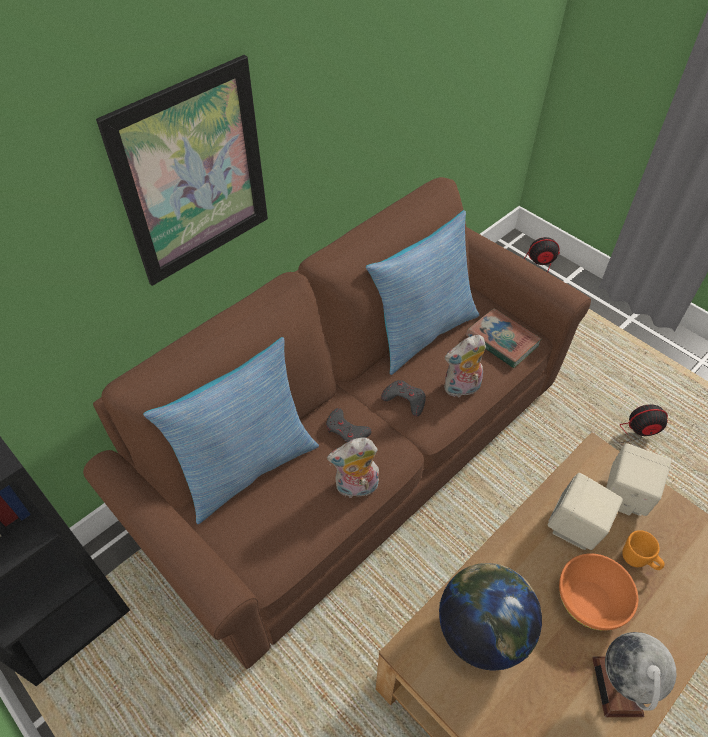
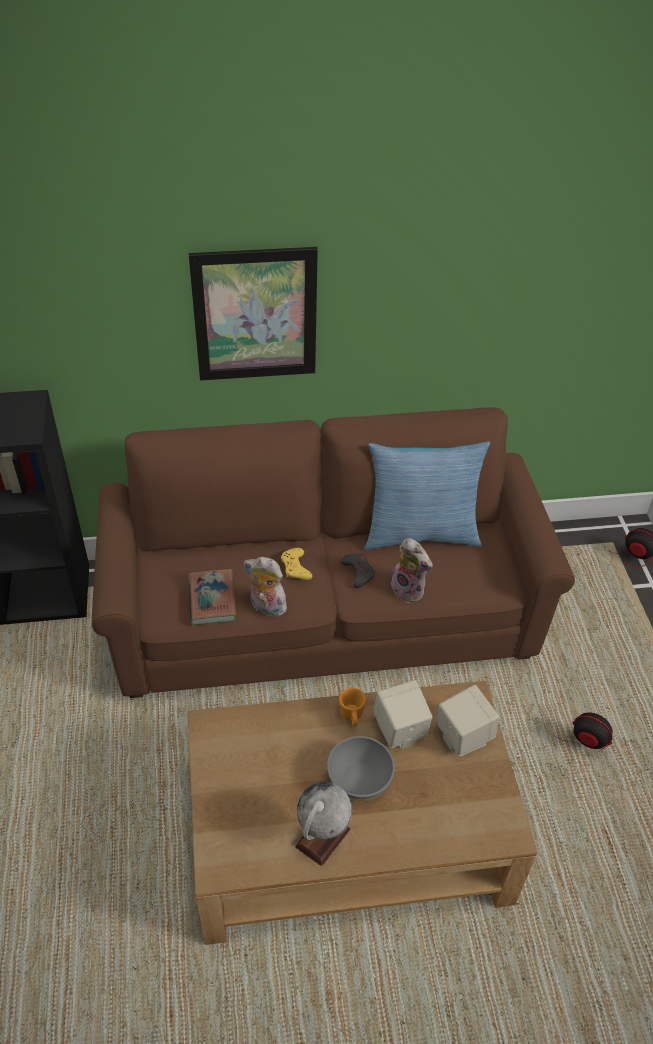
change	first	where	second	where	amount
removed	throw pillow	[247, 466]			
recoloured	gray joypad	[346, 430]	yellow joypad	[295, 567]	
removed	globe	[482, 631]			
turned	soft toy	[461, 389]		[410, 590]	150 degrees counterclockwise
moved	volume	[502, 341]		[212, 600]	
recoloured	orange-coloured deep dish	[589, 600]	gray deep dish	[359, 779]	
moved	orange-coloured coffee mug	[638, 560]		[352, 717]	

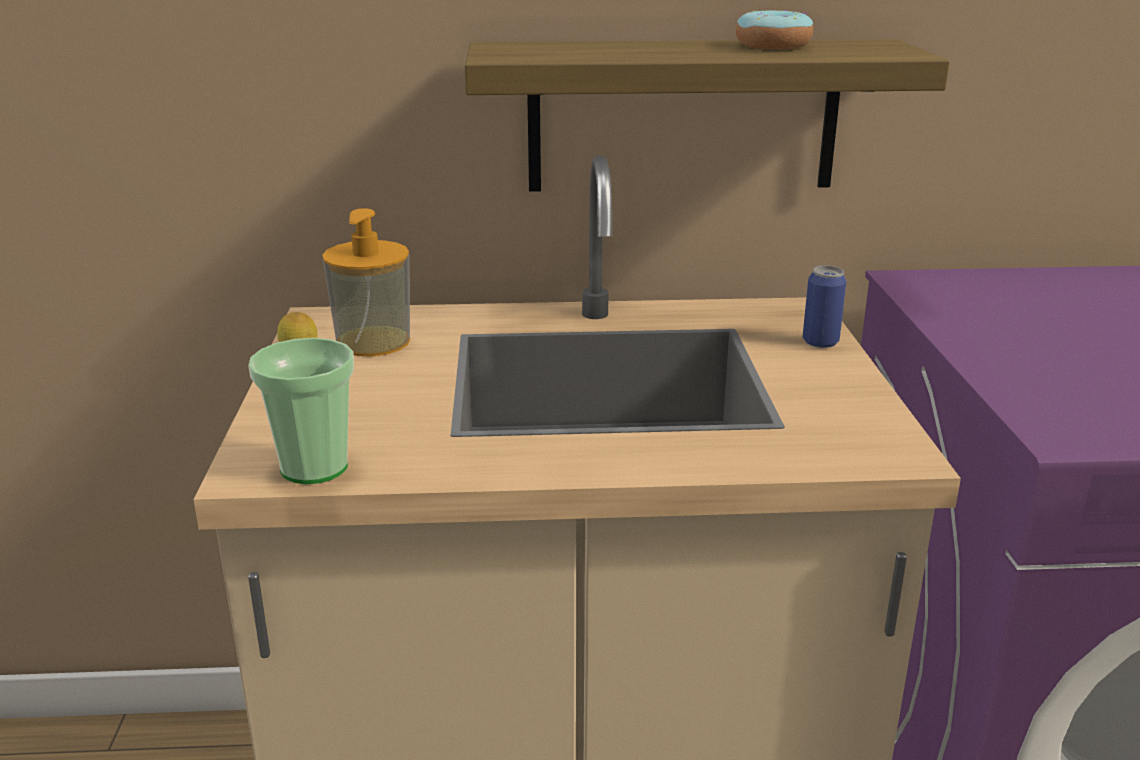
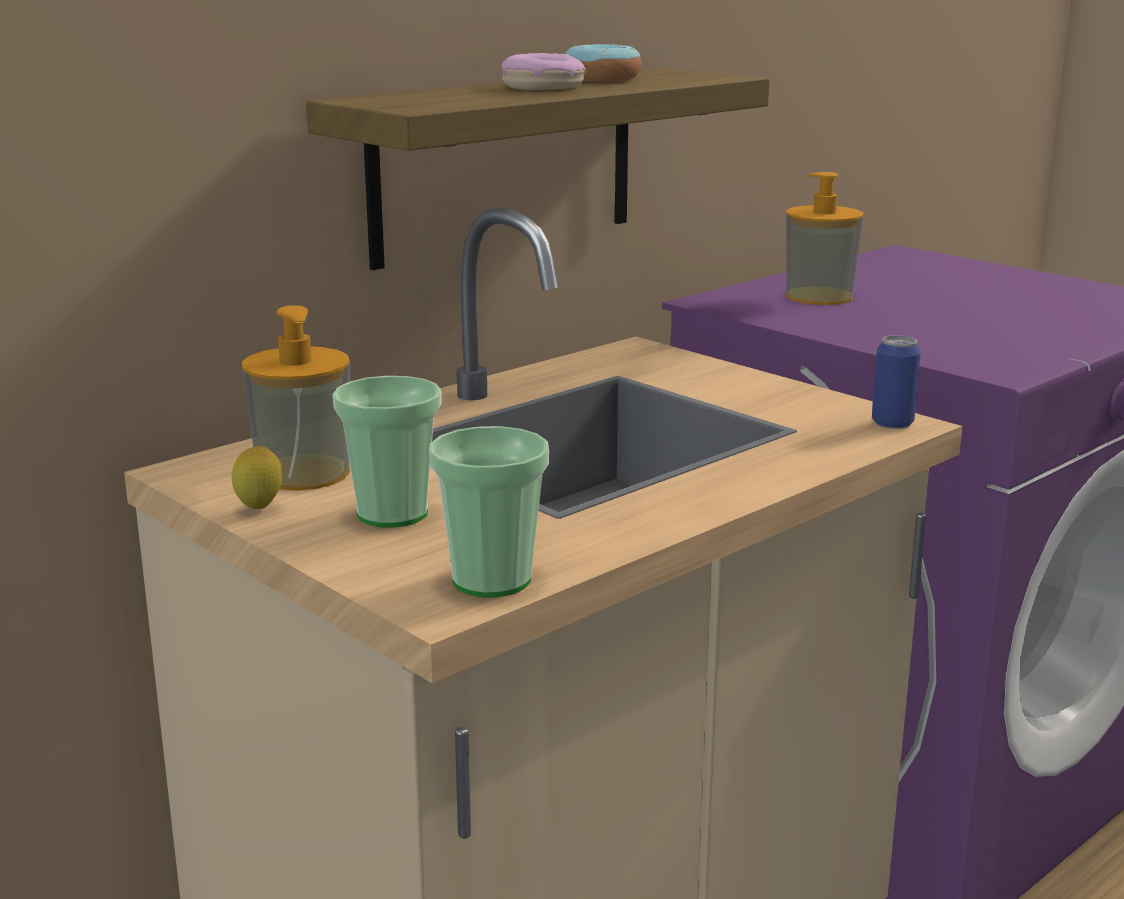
change	first	where	second	where	amount
moved	sealed can	[820, 342]		[892, 423]	
added			cup	[392, 513]	
added			donut	[543, 87]	
added			liquid soap bottle	[819, 296]	

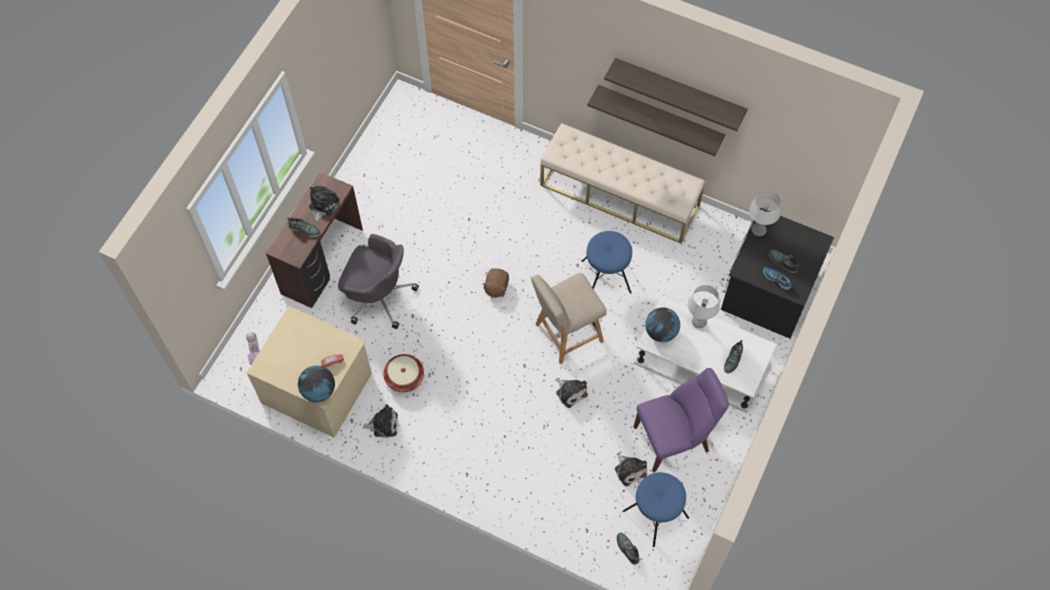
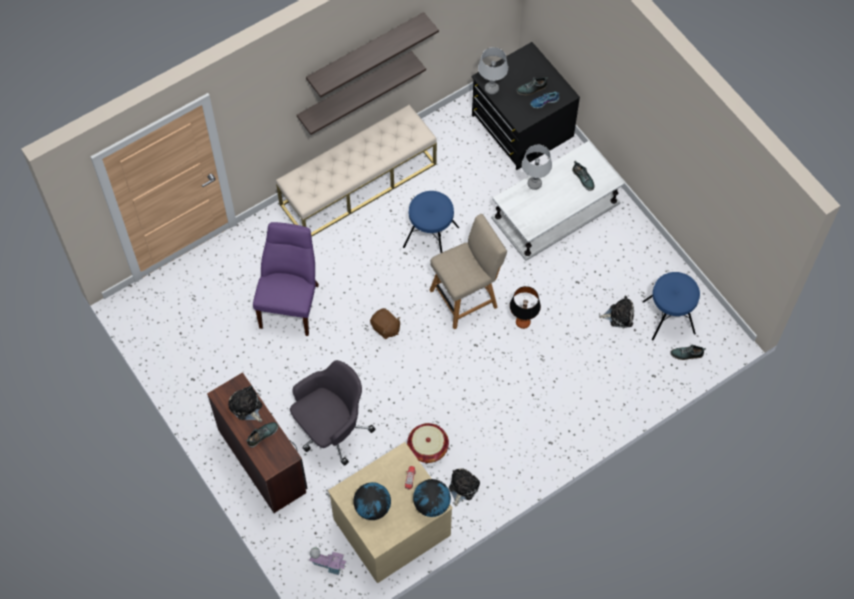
change	first	where	second	where	amount
turned	beige plain chair	[566, 334]		[466, 297]	120 degrees counterclockwise
replaced	soft toy	[570, 392]	lamp for a table	[522, 322]	
moved	purple plain chair	[675, 438]		[291, 303]	
moved	globe	[661, 332]		[373, 507]	

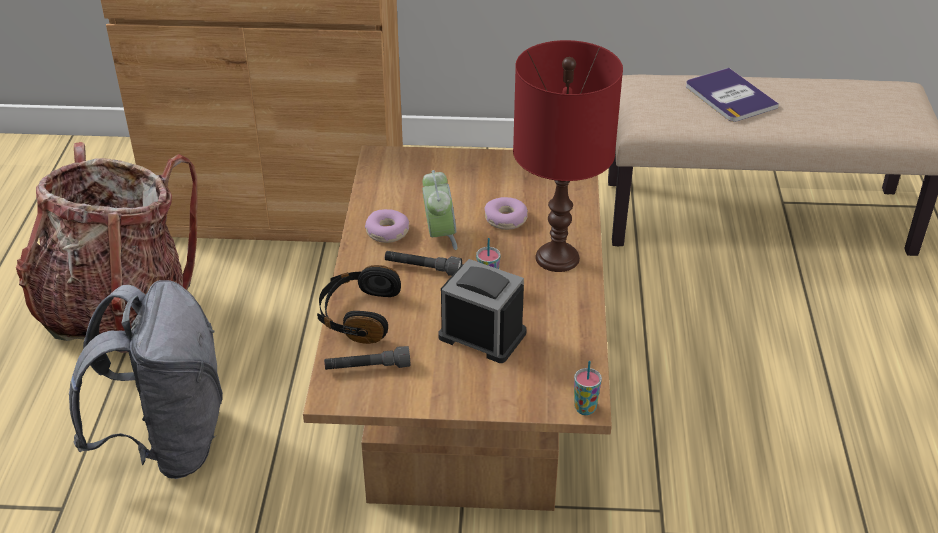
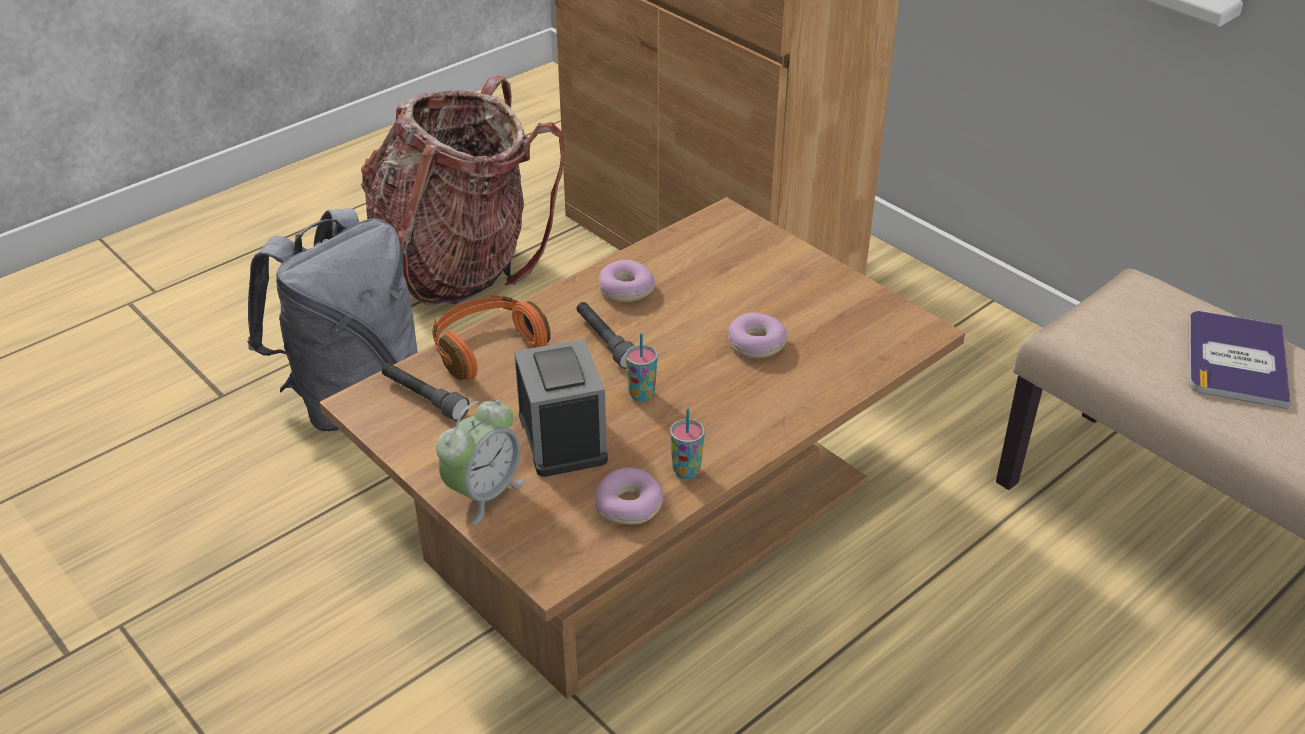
change	first	where	second	where	amount
recoloured	blackish pair of headphones	[358, 315]	orange-coloured pair of headphones	[486, 348]	
moved	table clock	[439, 235]		[484, 493]	
removed	red lamp for a table	[556, 258]			
moved	cup	[585, 408]		[686, 471]	
added			donut	[629, 505]	

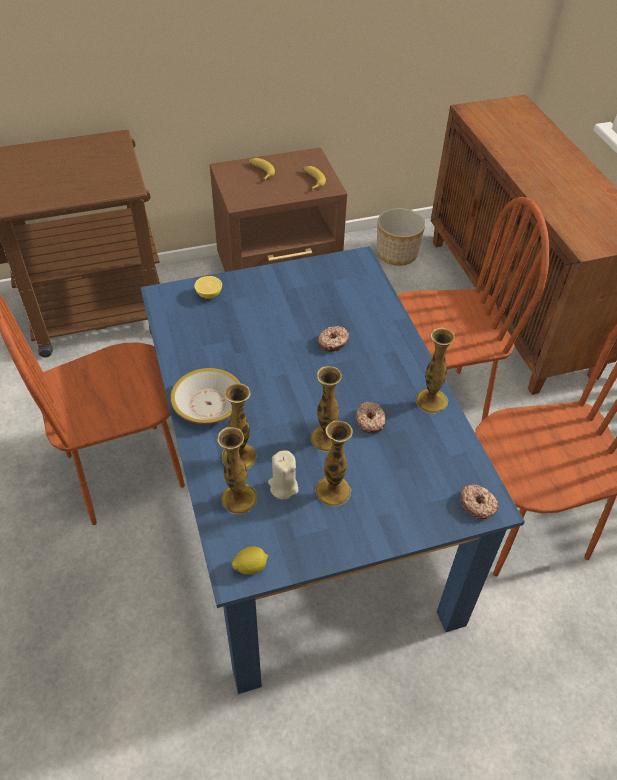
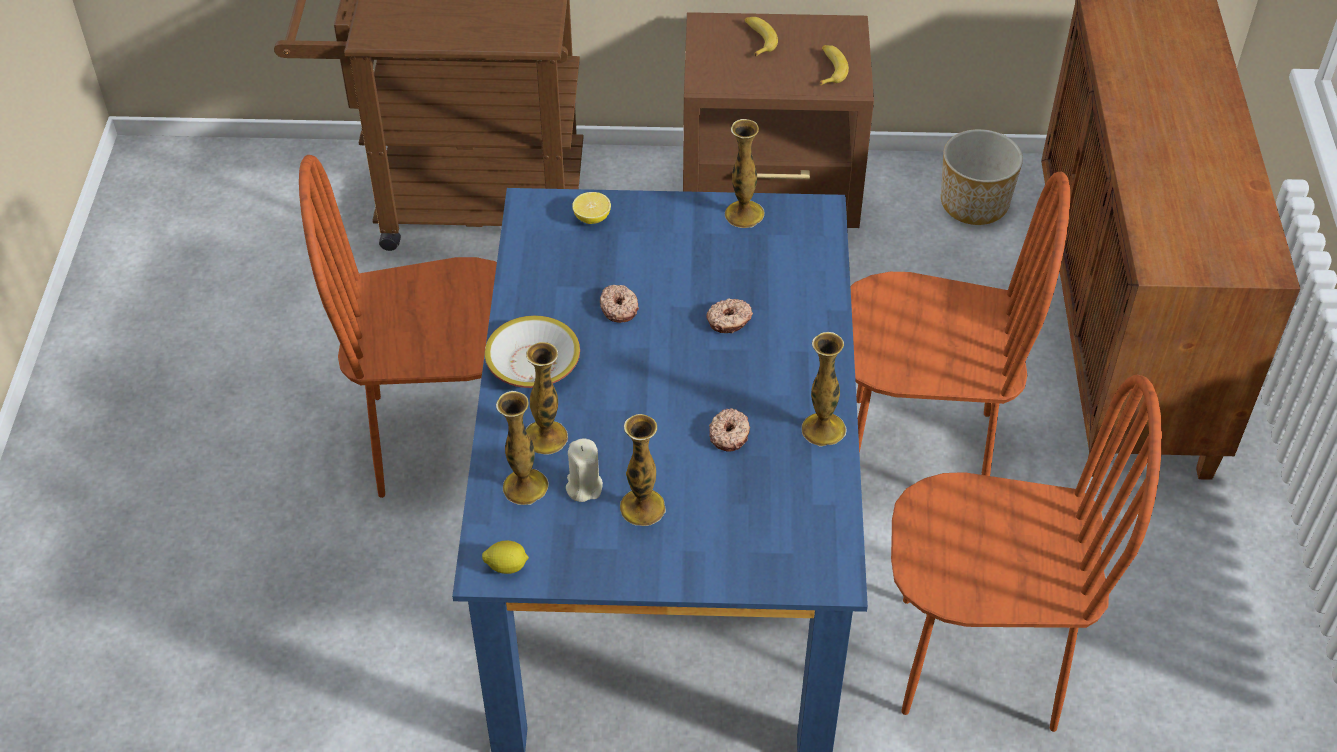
change	first	where	second	where	amount
moved	vase	[327, 438]		[744, 214]	
moved	donut	[477, 504]		[619, 308]	

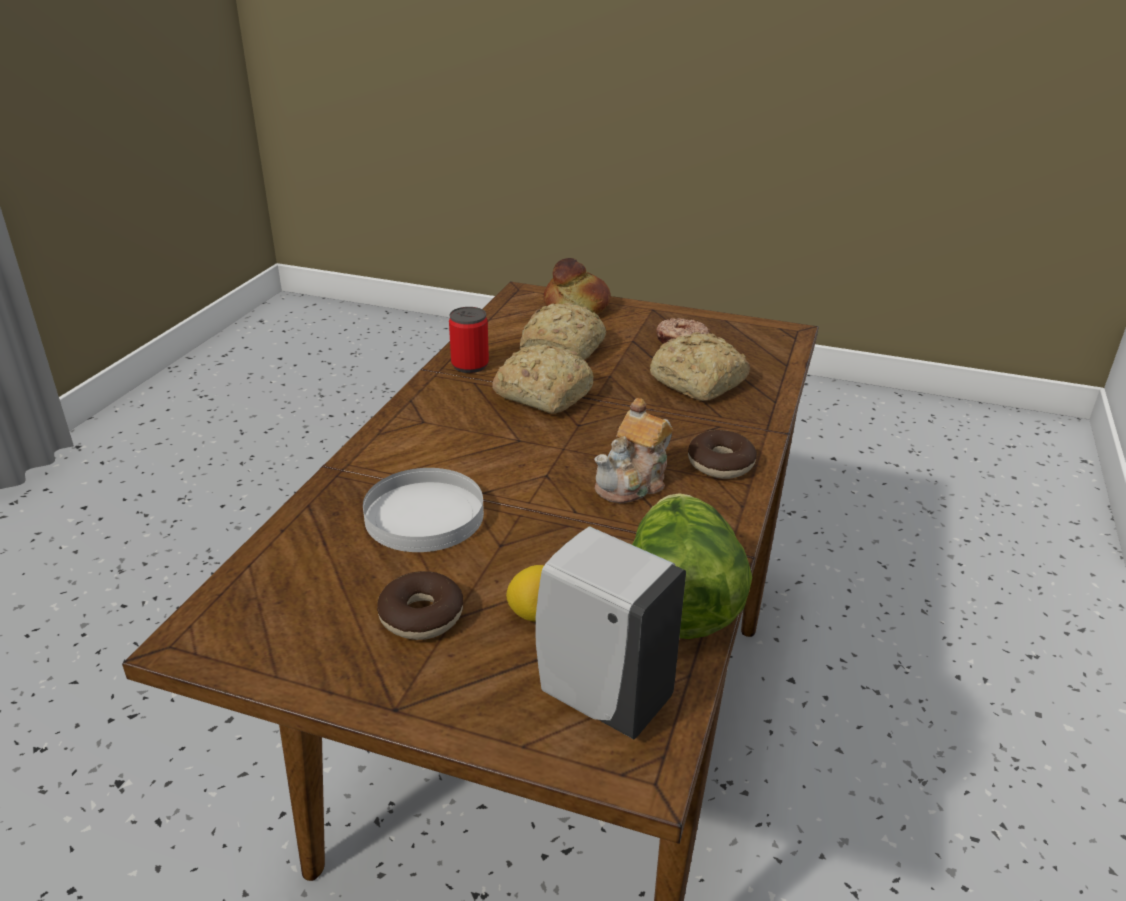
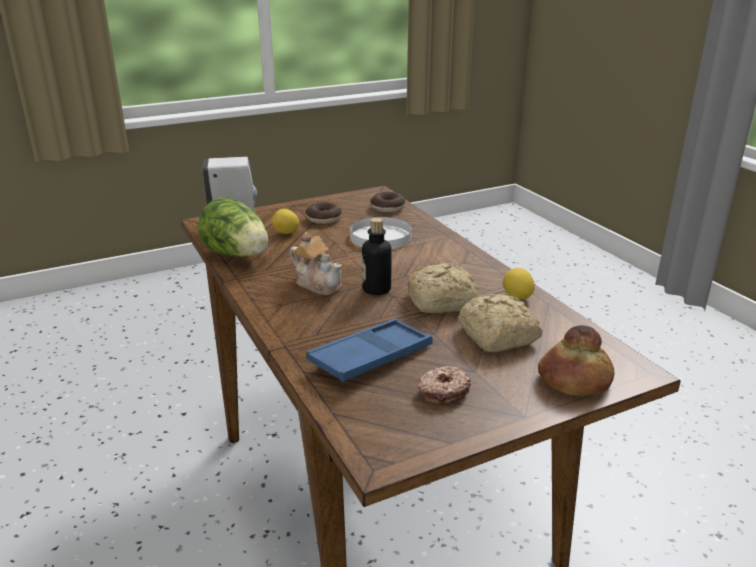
change	first	where	second	where	amount
replaced	sealed can	[470, 365]	whole lemon	[517, 297]	
turned	teapot	[633, 483]		[318, 283]	135 degrees clockwise
replaced	bread	[698, 384]	blue-coloured serving tray	[371, 357]	
moved	donut	[720, 464]		[387, 208]	
added			beverage bottle	[376, 289]	

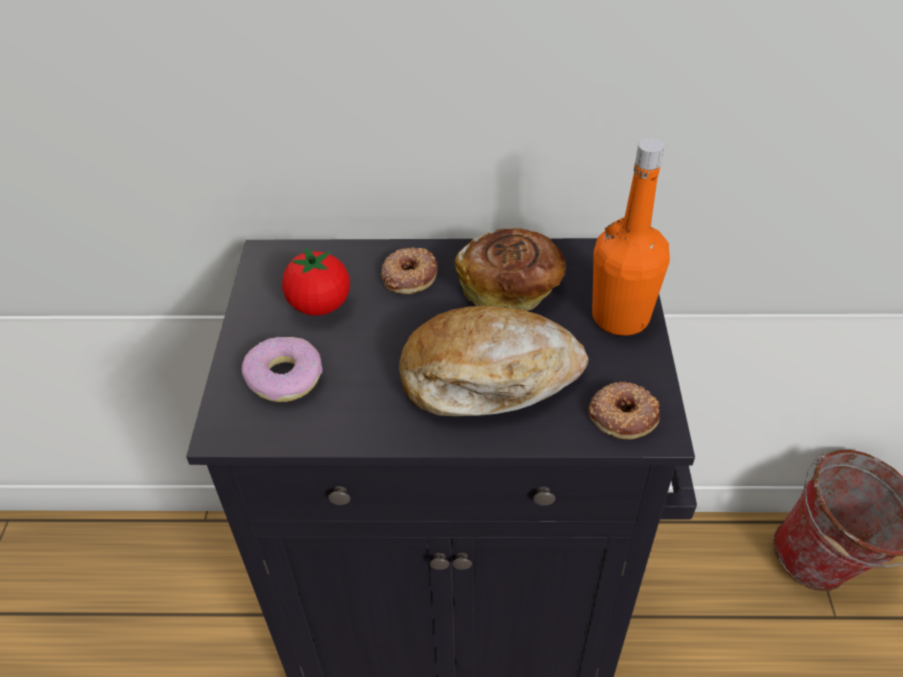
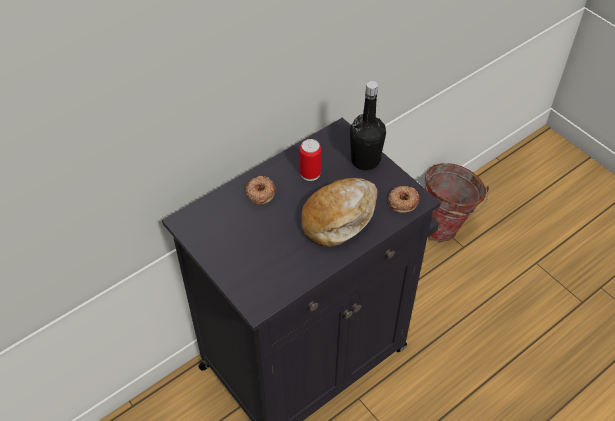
change	first	where	second	where	amount
removed	donut	[284, 377]			
removed	fresh tomato	[320, 305]			
replaced	bread	[511, 289]	sealed can	[310, 173]	
recoloured	orange-coloured beverage bottle	[620, 317]	blackish beverage bottle	[365, 160]	

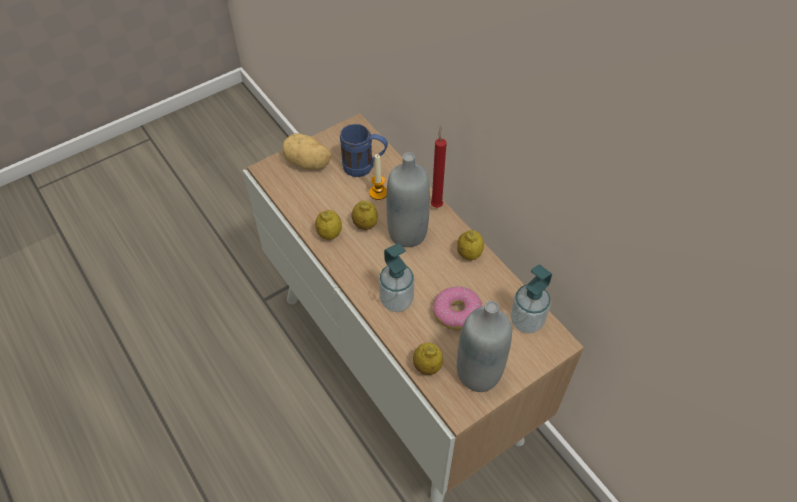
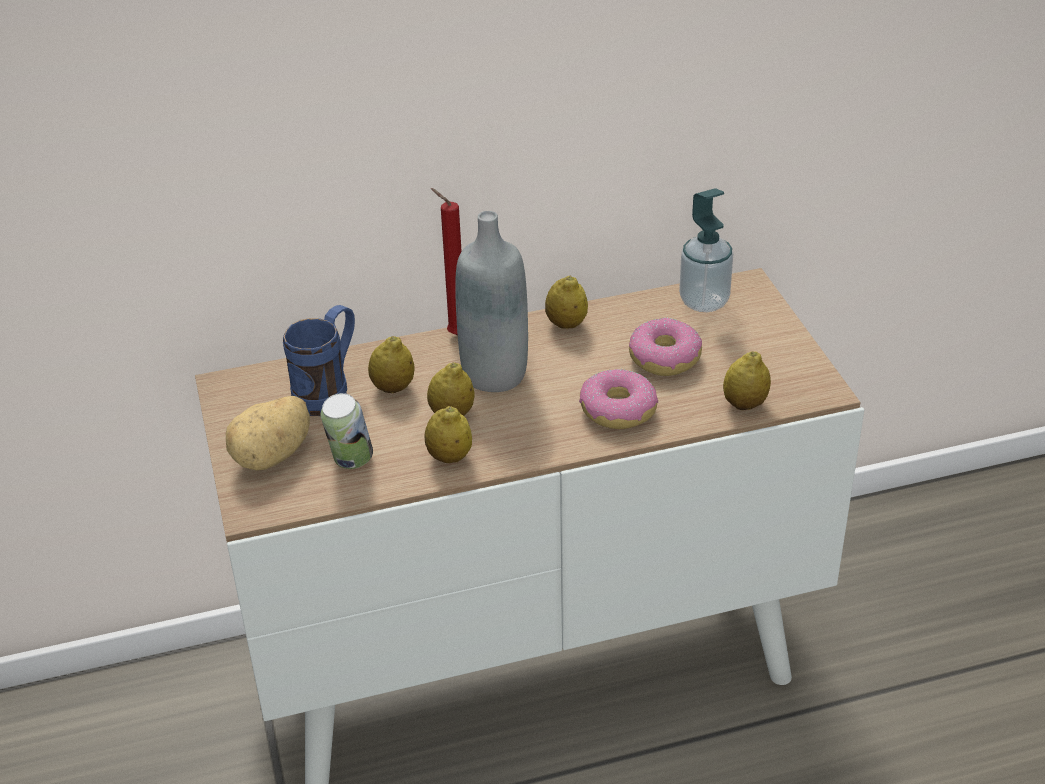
change	first	where	second	where	amount
replaced	candle	[378, 192]	whole lemon	[393, 388]	
replaced	liquid soap bottle	[396, 300]	donut	[617, 410]	
removed	gray beverage bottle	[478, 373]			
added			sealed can	[350, 461]	

